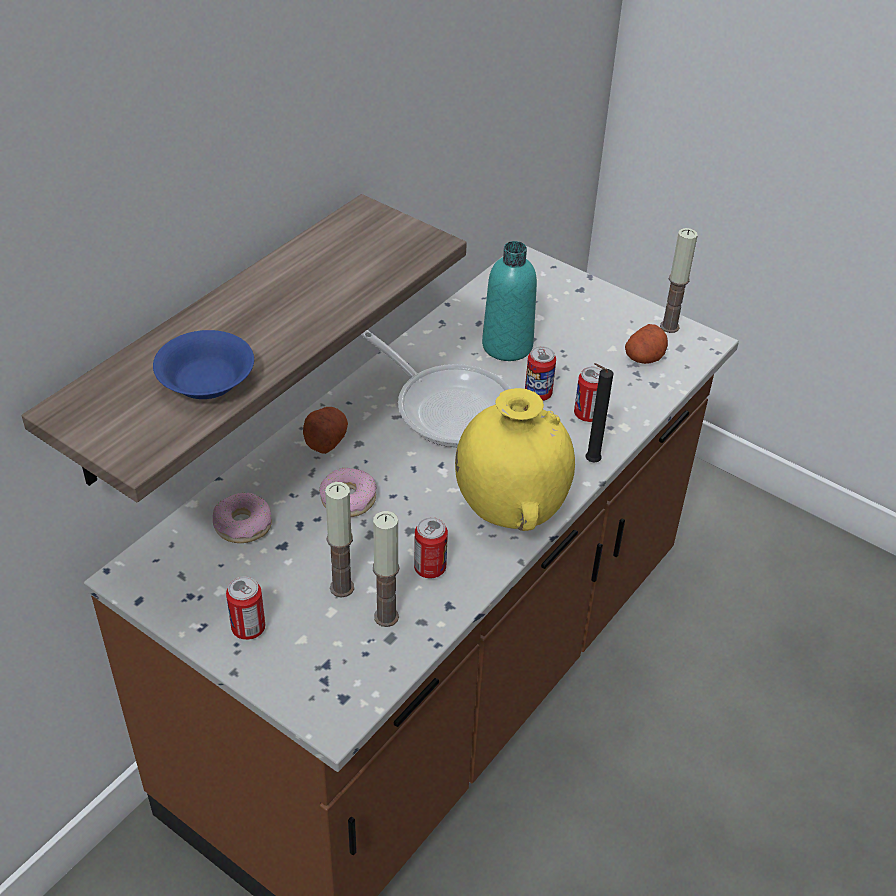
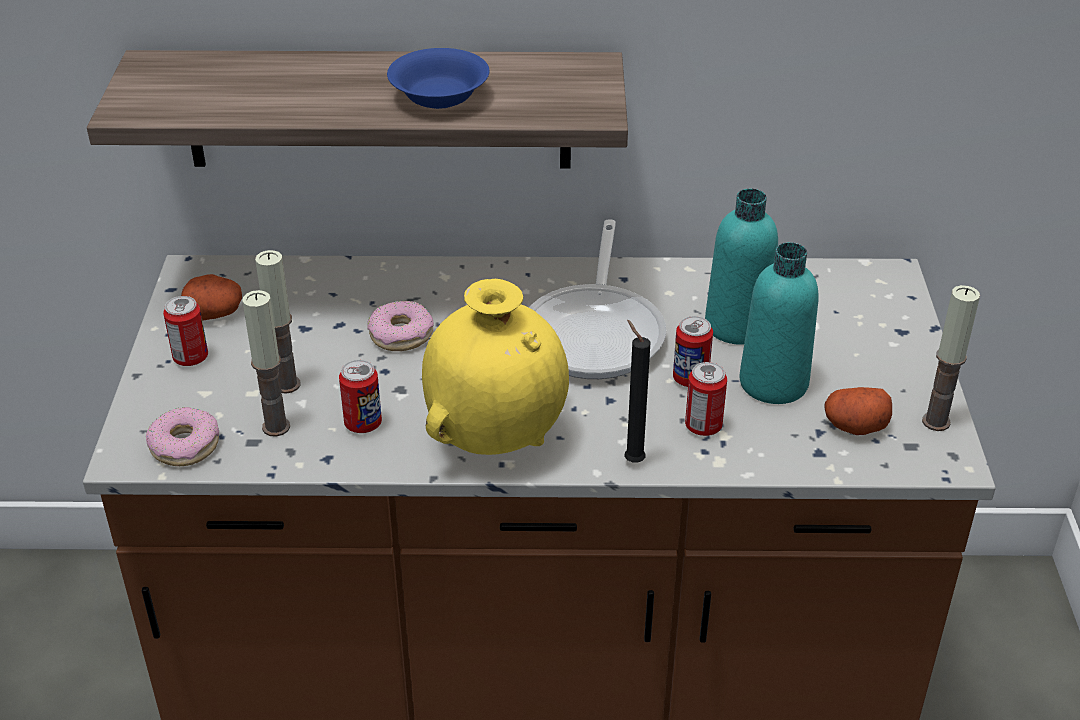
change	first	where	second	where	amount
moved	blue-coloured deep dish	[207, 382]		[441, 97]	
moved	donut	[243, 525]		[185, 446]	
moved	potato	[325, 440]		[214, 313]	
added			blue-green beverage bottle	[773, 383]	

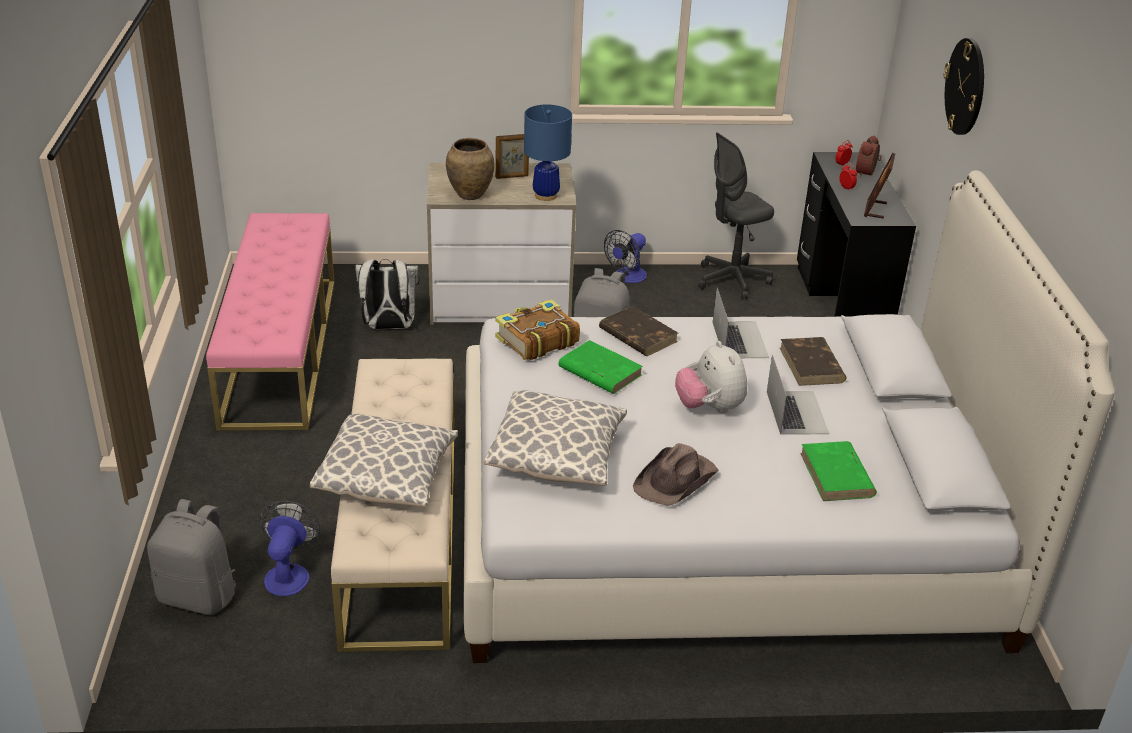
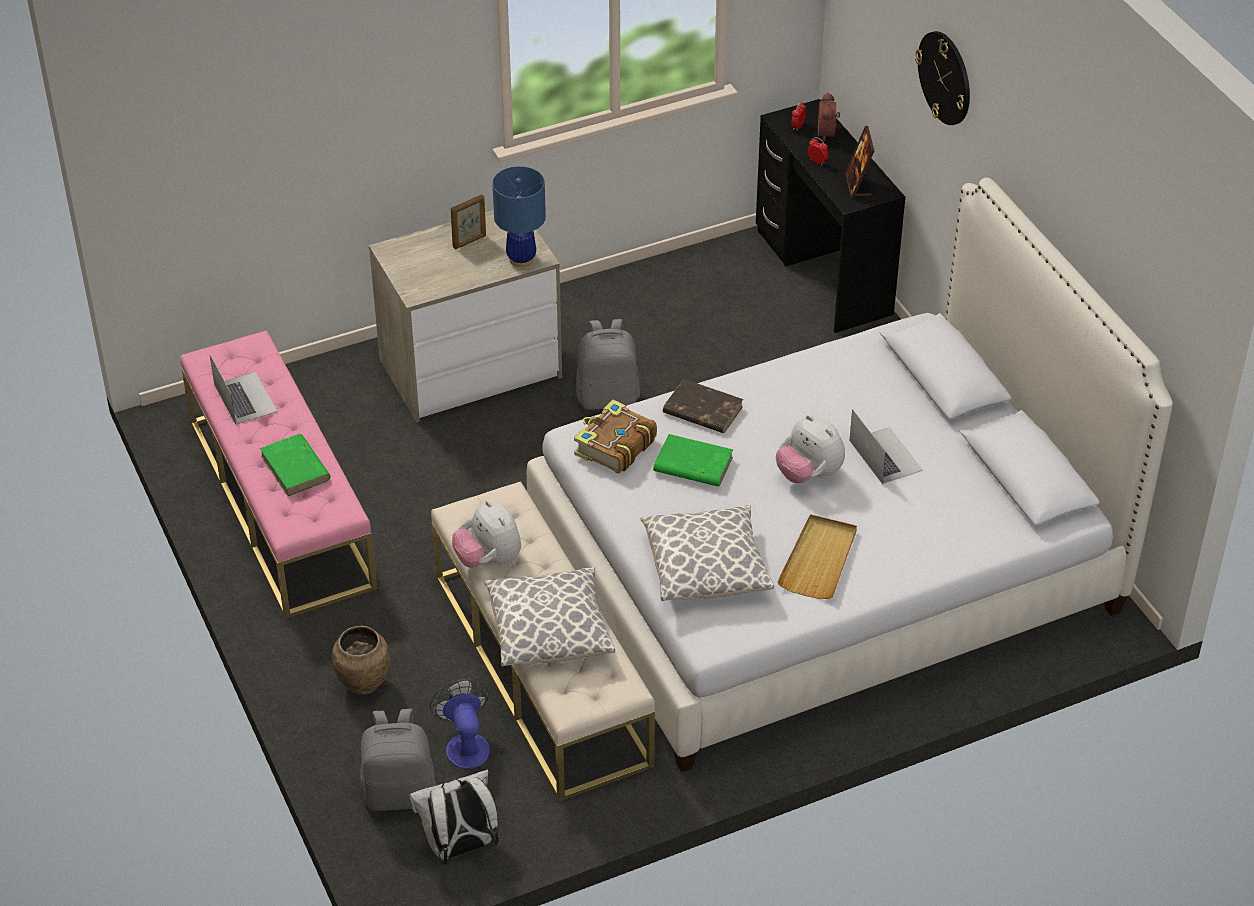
change	first	where	second	where	amount
moved	whitish backpack	[388, 327]		[459, 848]	
moved	brown vase	[470, 195]		[364, 685]	
removed	cooling fan	[627, 277]			
replaced	brown clothing hat	[676, 480]	beige serving tray	[819, 560]	
removed	gray office chair	[732, 280]			
moved	laptop	[739, 339]		[245, 398]	
removed	brown volume	[812, 365]			
moved	green volume	[837, 475]		[296, 468]	
added			soft toy	[488, 559]	

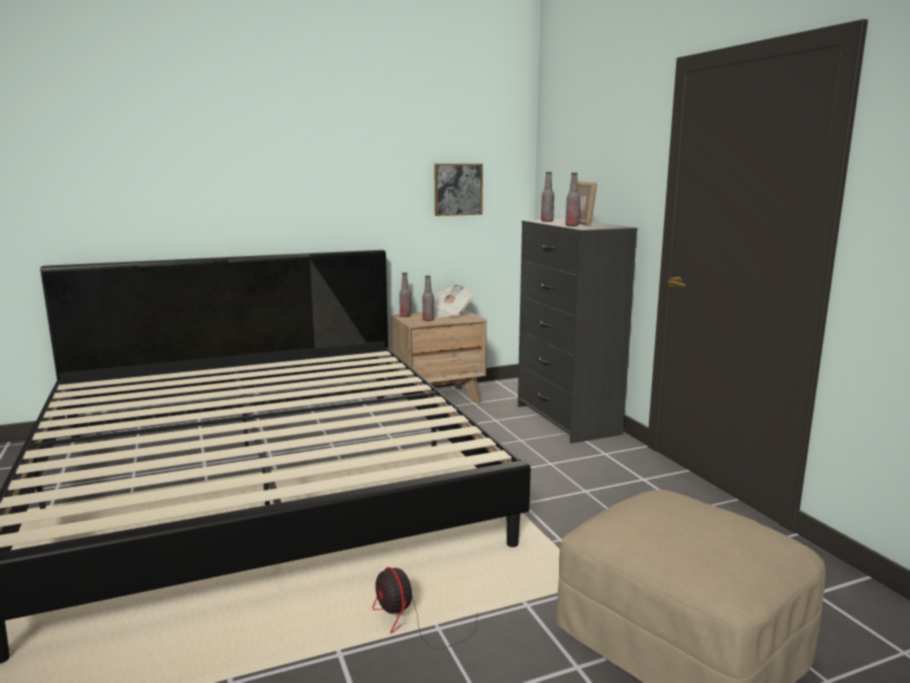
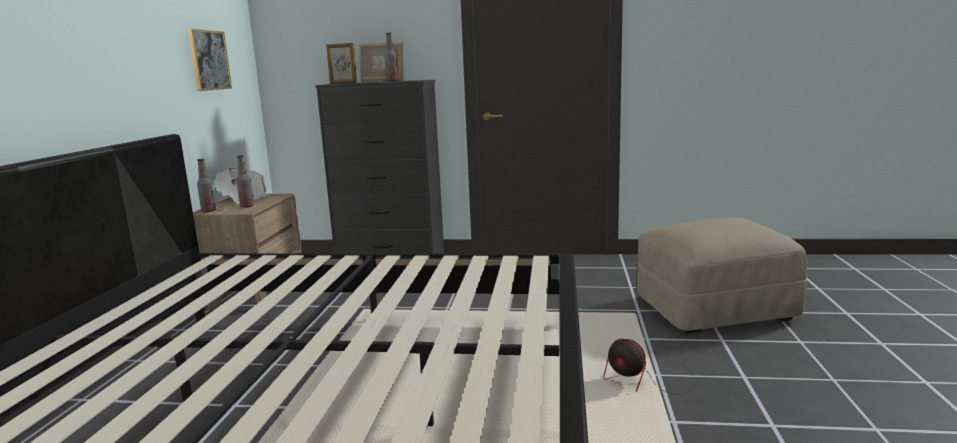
change	first	where	second	where	amount
turned	cooling fan	[417, 621]		[646, 381]	45 degrees clockwise
replaced	beverage bottle	[547, 221]	standing frame	[343, 83]	

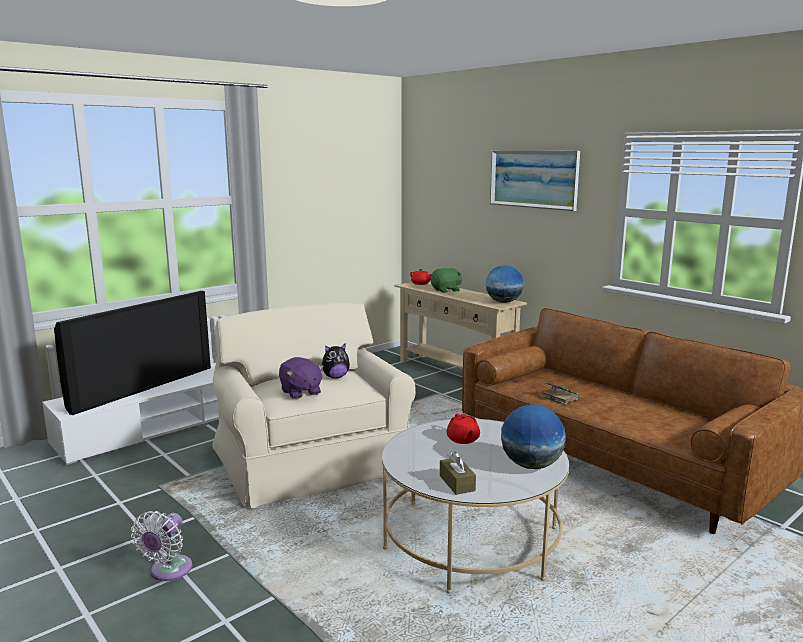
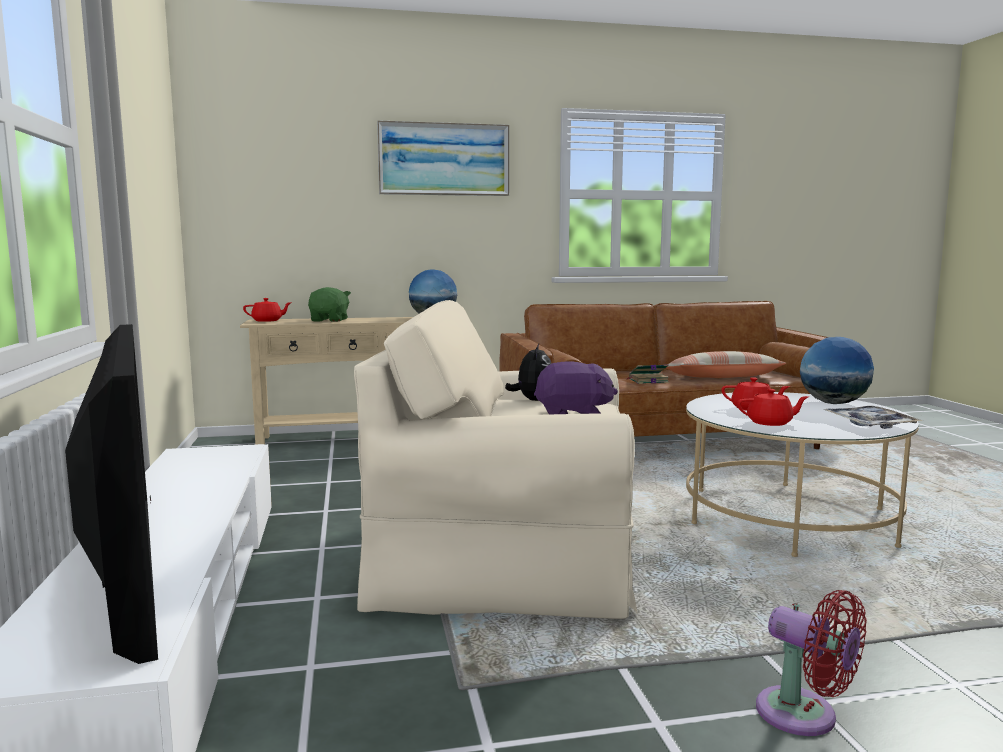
change	first	where	second	where	amount
recoloured	whitish cooling fan	[168, 571]	red cooling fan	[804, 716]	
replaced	brown box of tissues	[457, 483]	serving tray	[870, 424]	
added			throw pillow	[722, 377]	
added			red teapot	[770, 423]	

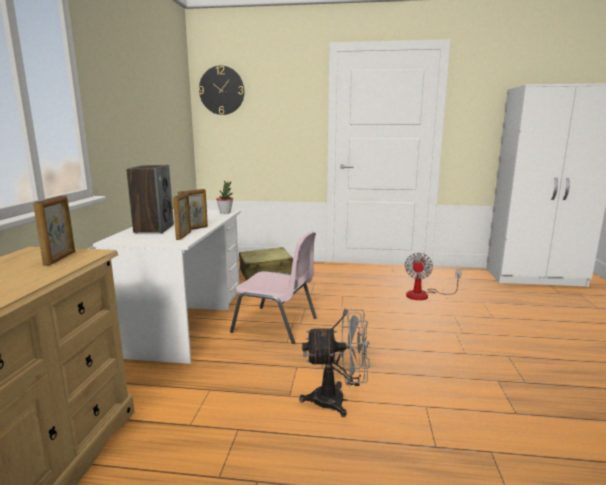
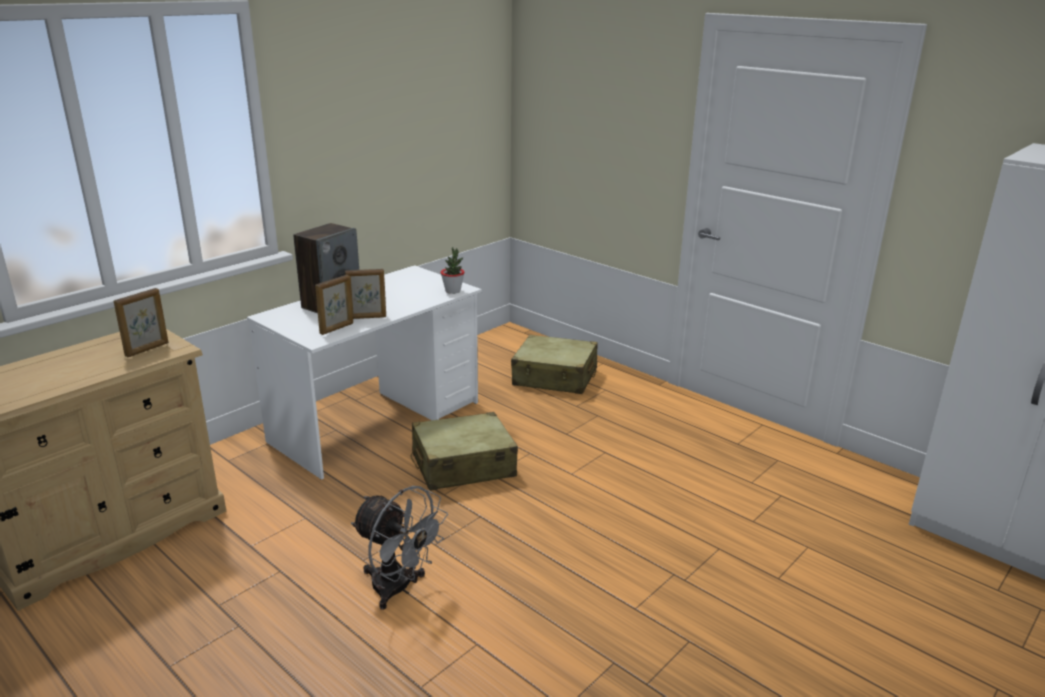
change	first	where	second	where	amount
removed	hanging clock	[222, 90]			
replaced	pinkish plain chair	[276, 325]	beige travel case	[463, 466]	
removed	cooling fan	[424, 295]			

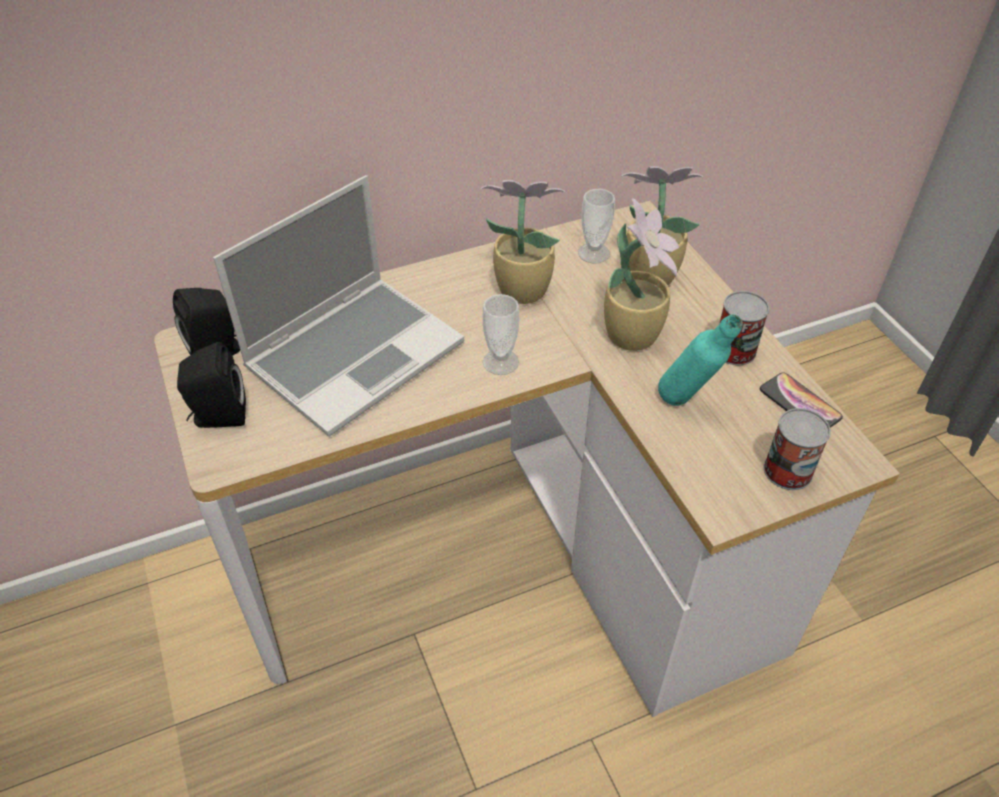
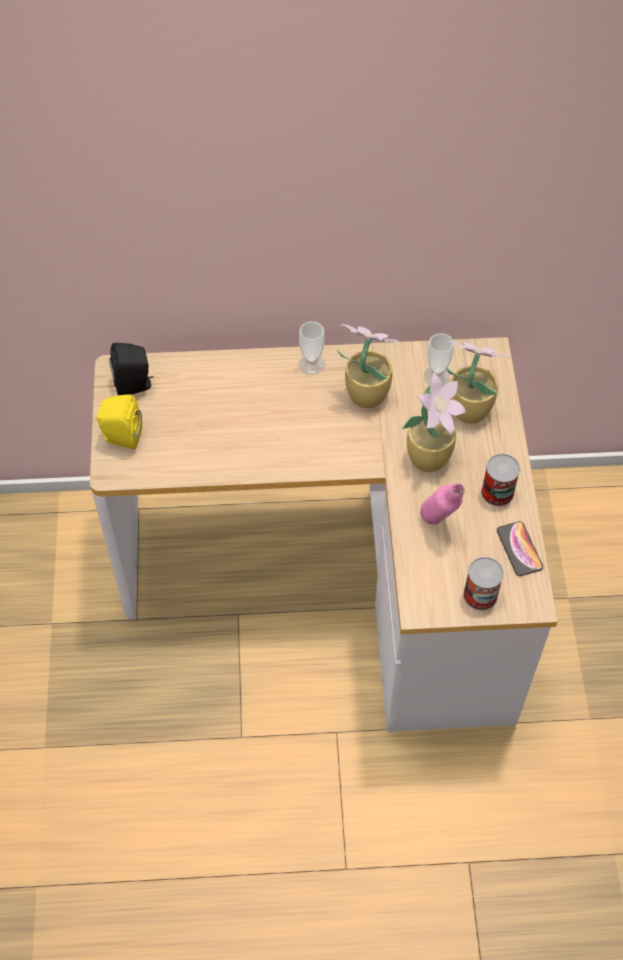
change	first	where	second	where	amount
recoloured	blackish loudspeaker	[218, 417]	yellow loudspeaker	[121, 437]	
removed	laptop	[355, 354]			
moved	cup	[500, 362]		[311, 364]	
recoloured	blue-green beverage bottle	[687, 404]	pinkish beverage bottle	[438, 525]	

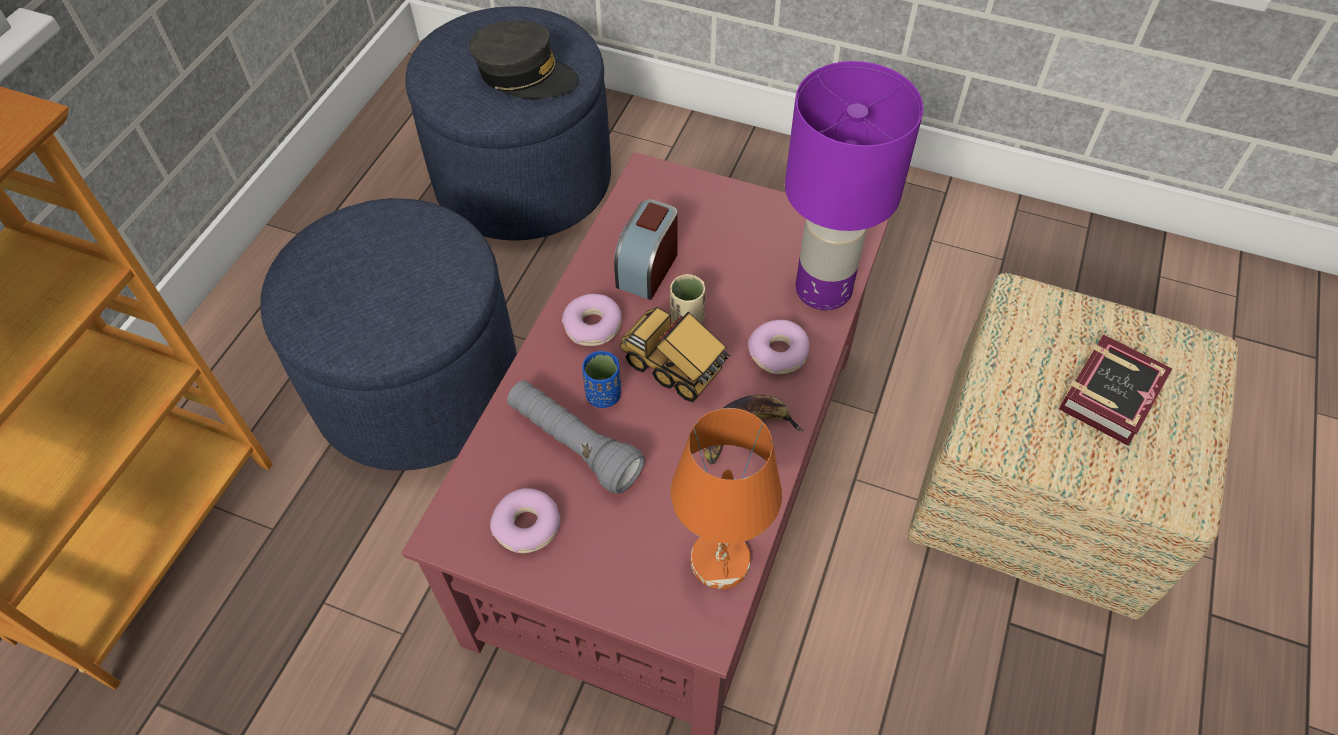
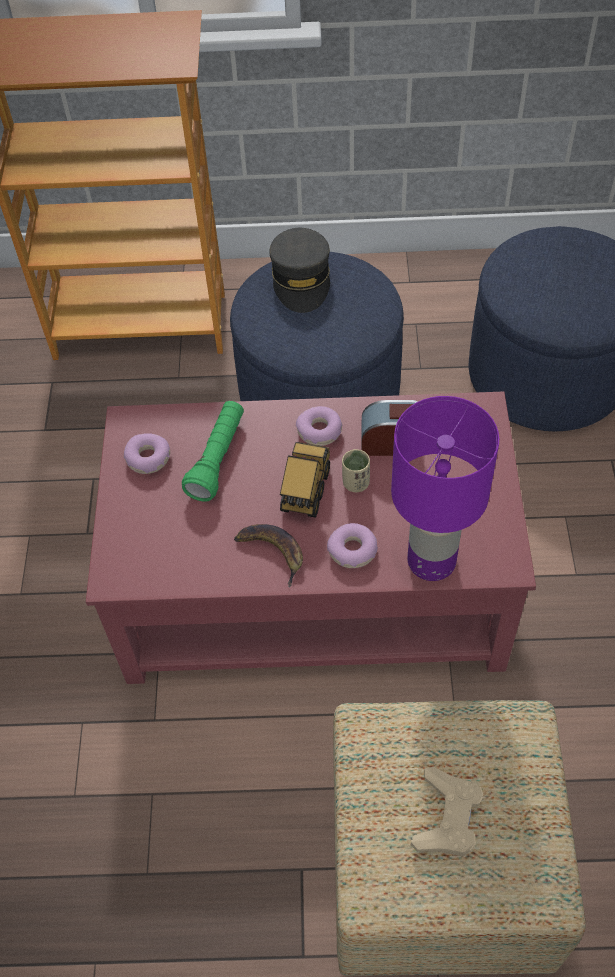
change	first	where	second	where	amount
moved	gray cap	[524, 75]		[301, 279]	
recoloured	gray hand torch	[573, 445]	green hand torch	[217, 458]	
removed	blue-coloured cup	[603, 395]			
removed	orange-coloured lamp for a table	[721, 562]			
replaced	volume	[1115, 394]	beige joypad	[447, 817]	

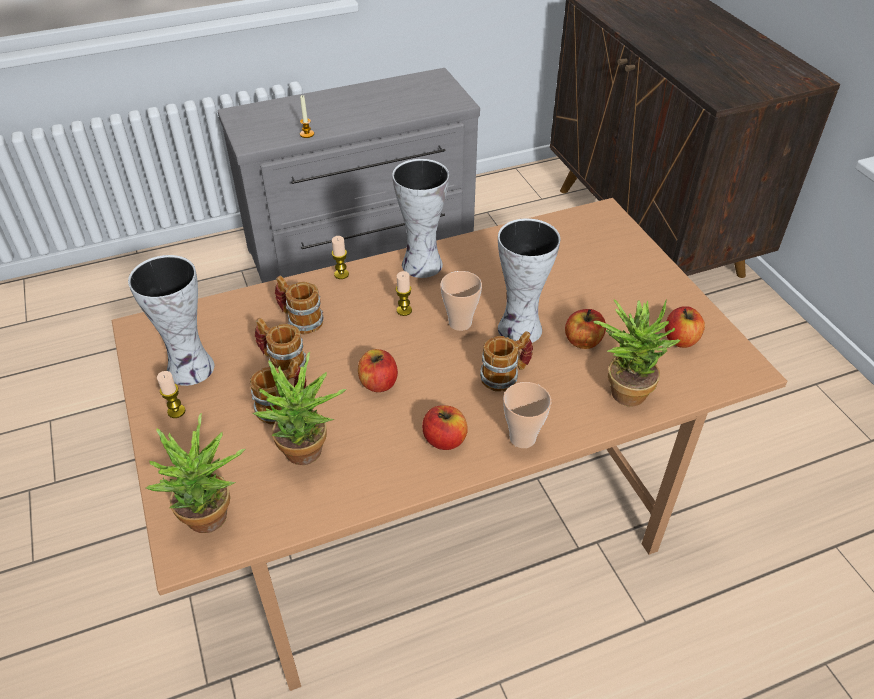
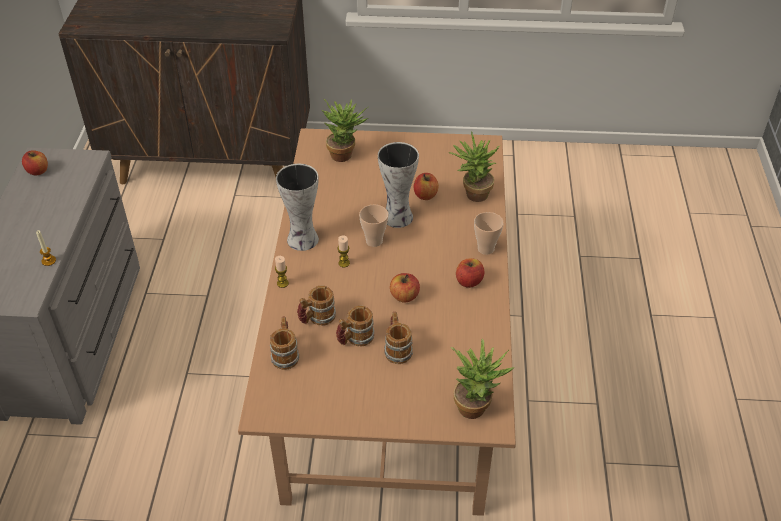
change	first	where	second	where	amount
removed	vase	[189, 370]			
removed	candle	[176, 411]			
moved	potted plant	[308, 455]		[345, 154]	
moved	coffee mug	[505, 375]		[285, 354]	
moved	whole apple	[680, 339]		[38, 171]	

